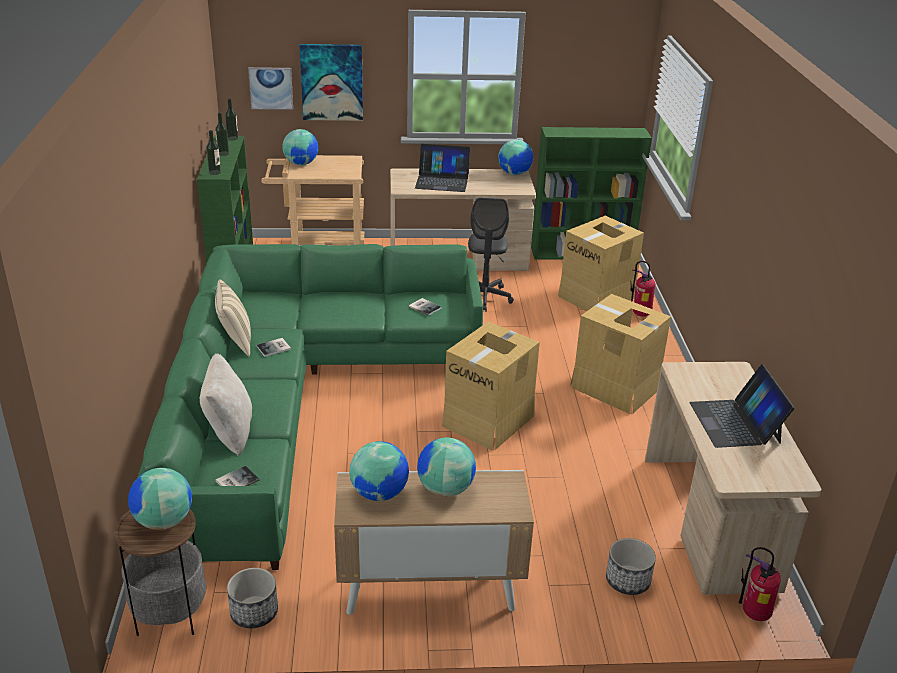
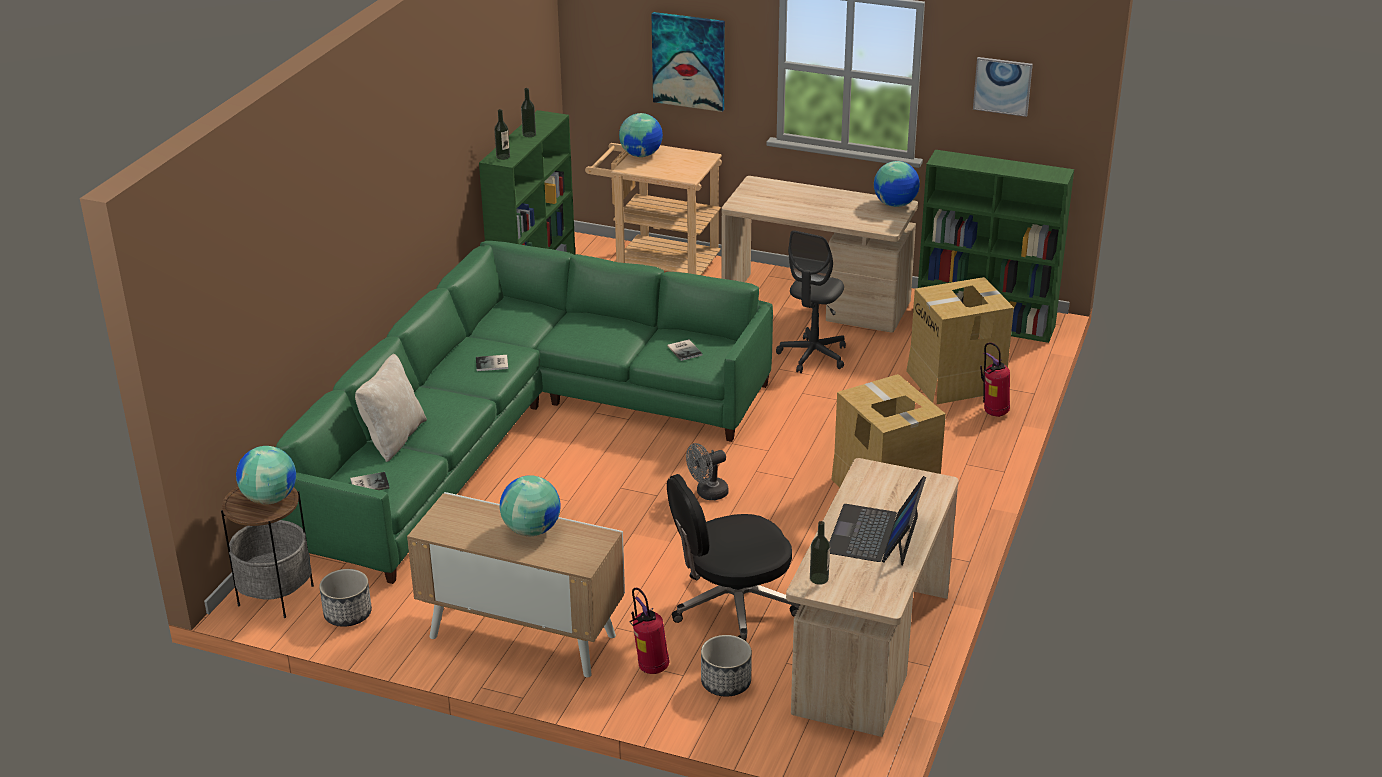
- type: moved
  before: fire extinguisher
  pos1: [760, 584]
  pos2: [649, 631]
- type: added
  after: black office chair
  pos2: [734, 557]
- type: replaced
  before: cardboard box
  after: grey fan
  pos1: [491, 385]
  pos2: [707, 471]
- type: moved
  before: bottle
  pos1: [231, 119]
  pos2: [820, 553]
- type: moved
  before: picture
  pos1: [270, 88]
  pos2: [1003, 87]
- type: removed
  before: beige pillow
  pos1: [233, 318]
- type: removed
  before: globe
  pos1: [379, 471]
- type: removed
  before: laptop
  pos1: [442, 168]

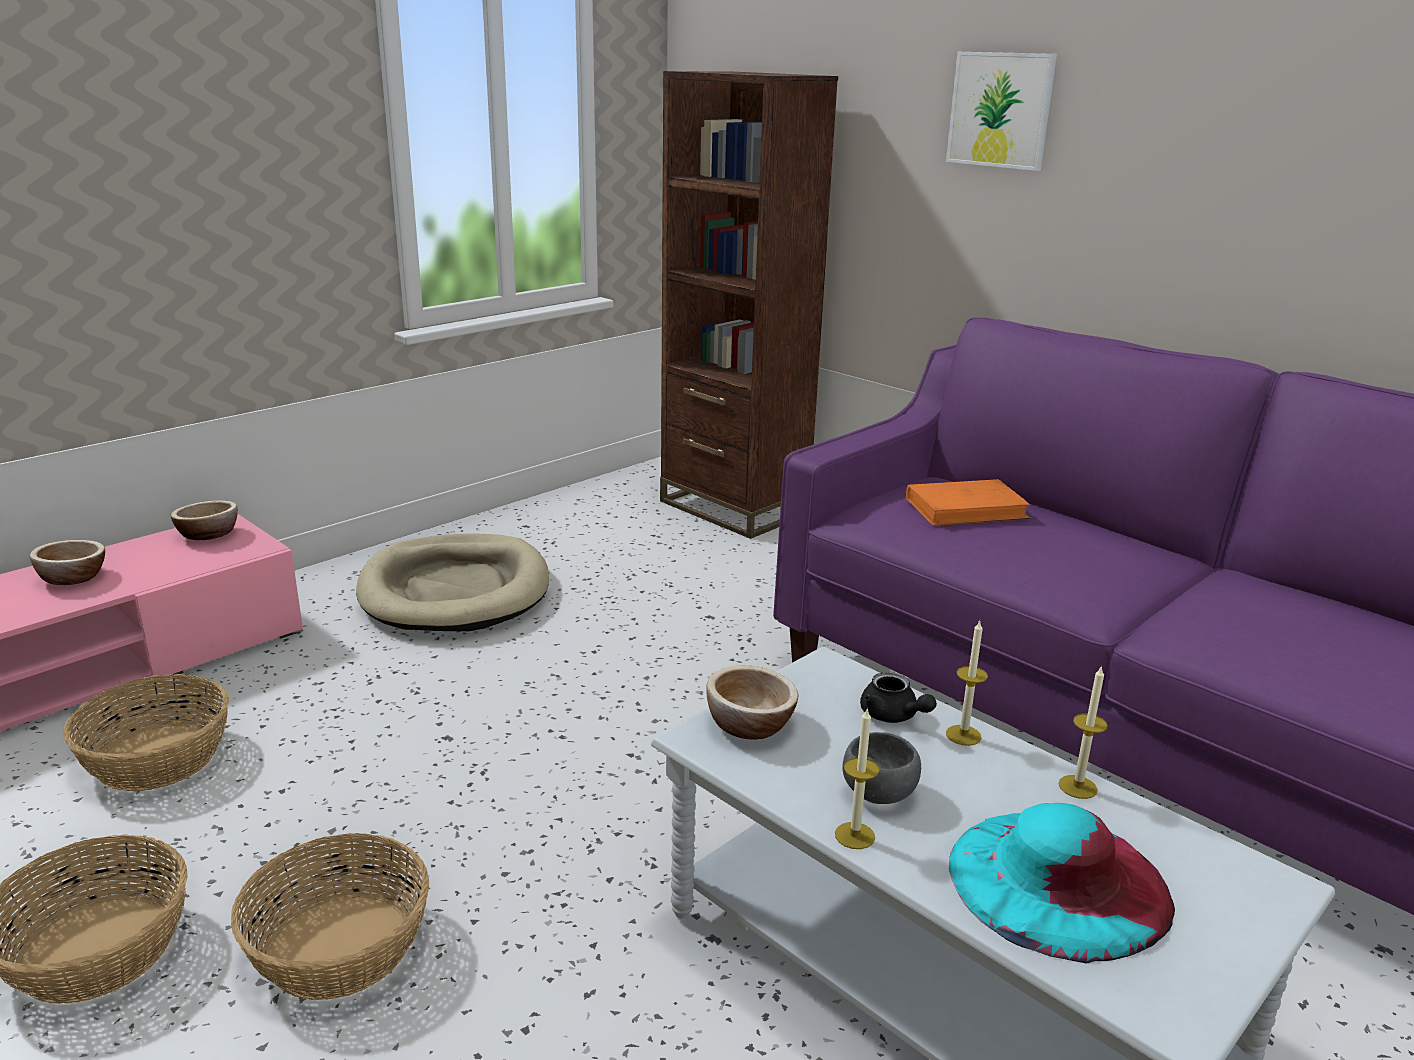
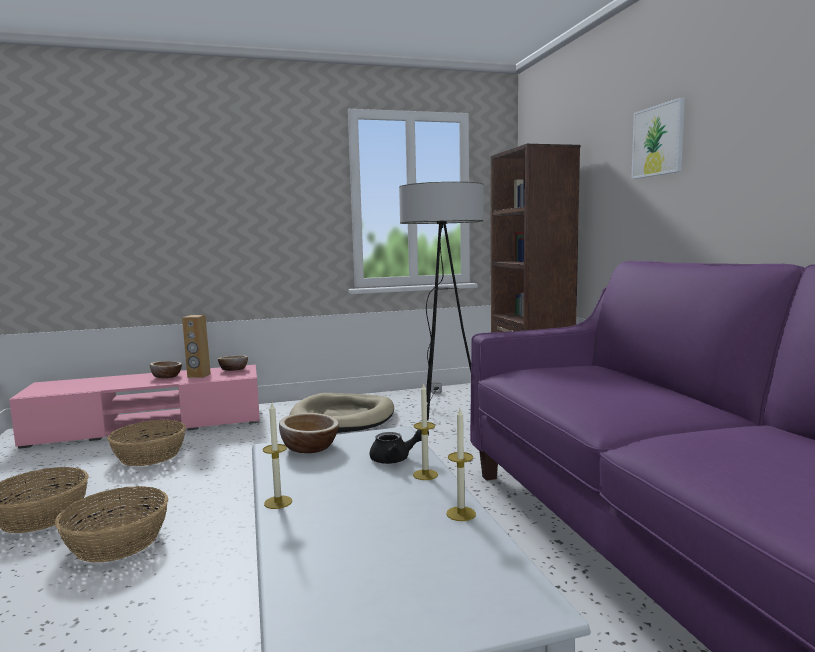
- type: added
  after: brown speaker
  pos2: [196, 346]
- type: turned
  before: black teapot
  pos1: [898, 697]
  pos2: [399, 446]
  turn: -90
- type: added
  after: floor lamp
  pos2: [441, 301]
- type: removed
  before: grey bowl
  pos1: [881, 768]
- type: removed
  before: orange book
  pos1: [968, 502]
- type: removed
  before: turquoise hat
  pos1: [1062, 883]

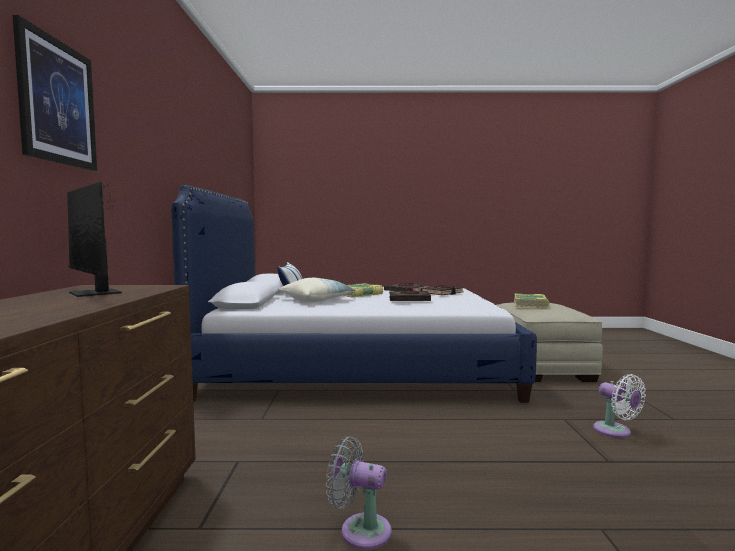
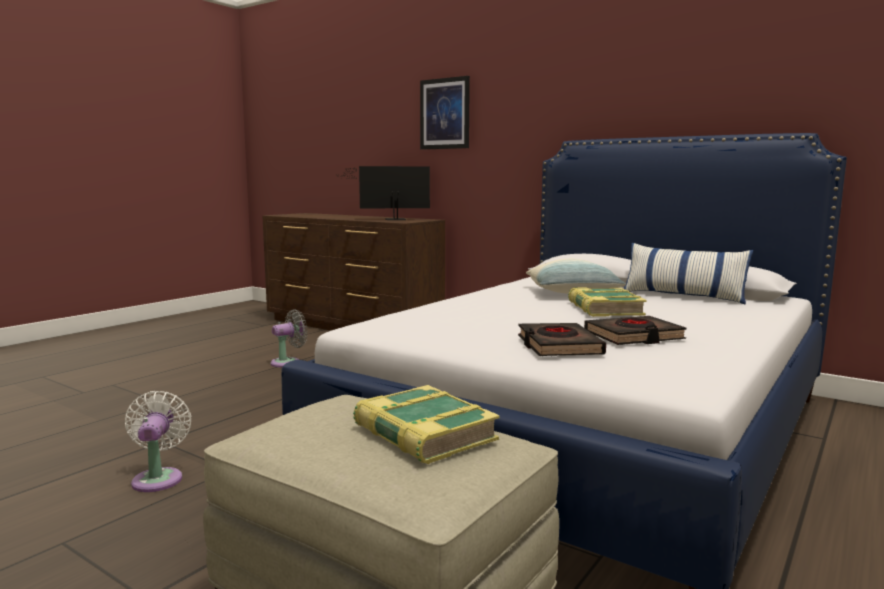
- type: turned
  before: white fan
  pos1: [619, 406]
  pos2: [158, 441]
  turn: 75
- type: removed
  before: black book
  pos1: [410, 295]

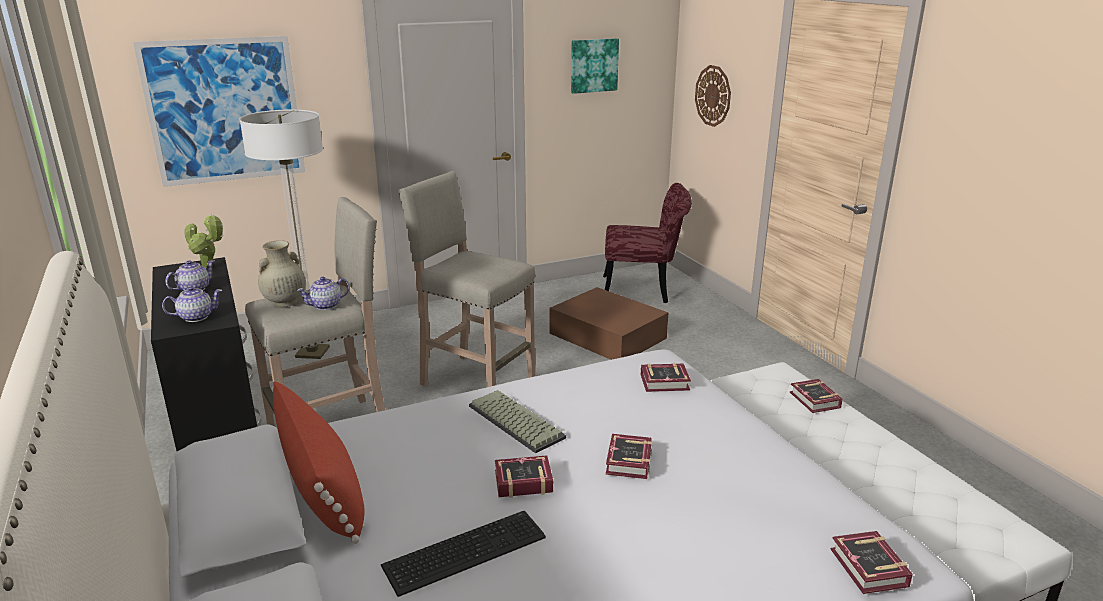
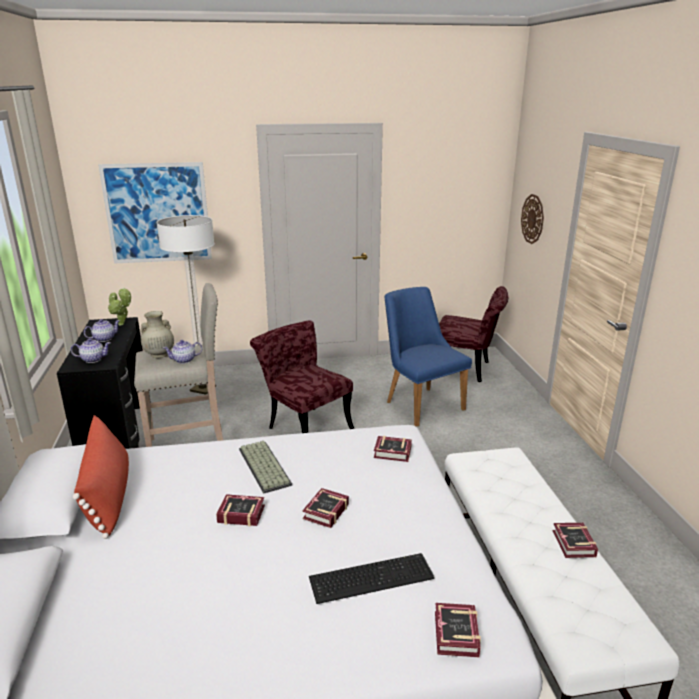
- type: replaced
  before: beige stool
  after: red chair
  pos1: [466, 279]
  pos2: [302, 377]
- type: moved
  before: keyboard
  pos1: [463, 554]
  pos2: [371, 578]
- type: replaced
  before: brown storage box
  after: blue chair
  pos1: [609, 323]
  pos2: [428, 357]
- type: moved
  before: book
  pos1: [816, 396]
  pos2: [575, 540]
- type: removed
  before: picture
  pos1: [595, 66]

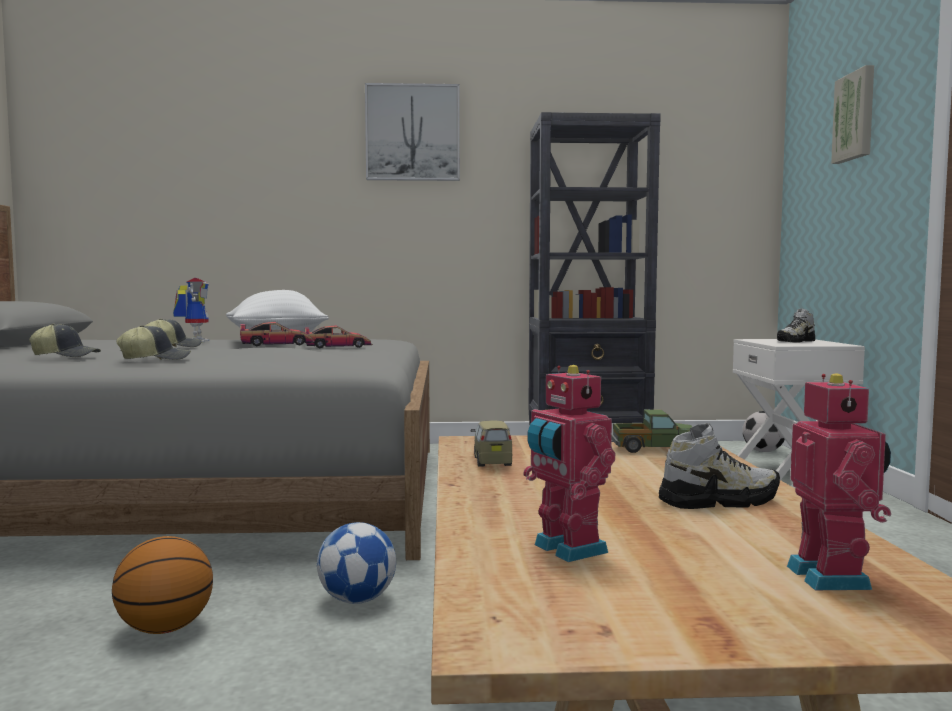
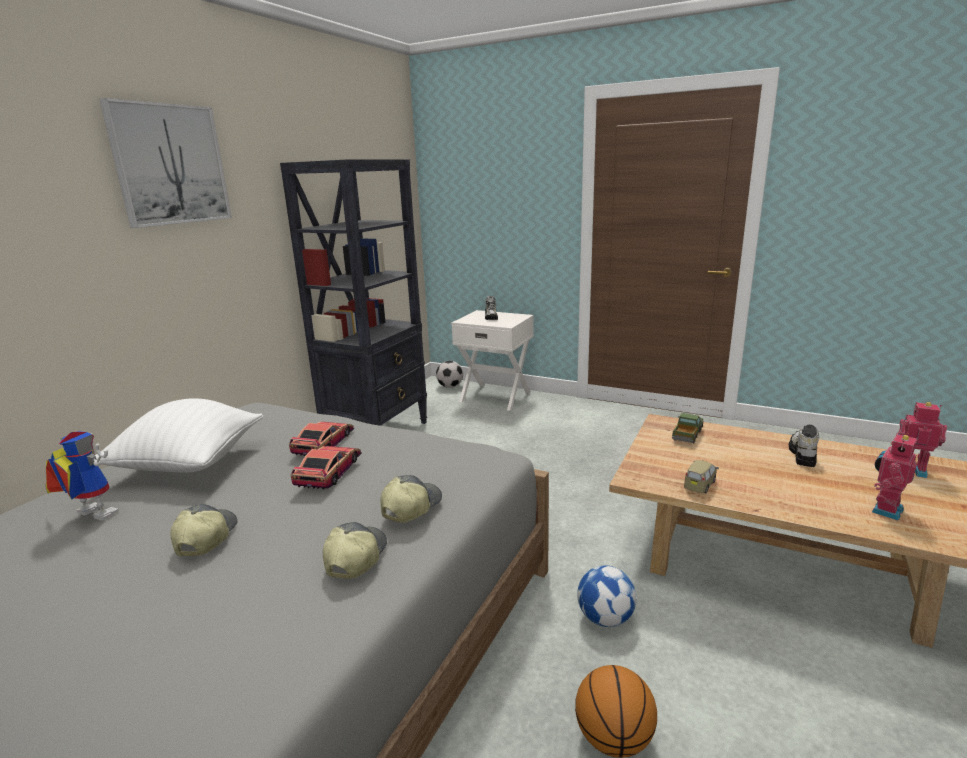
- type: moved
  before: cap
  pos1: [65, 340]
  pos2: [411, 499]
- type: turned
  before: toy car
  pos1: [491, 444]
  pos2: [701, 476]
  turn: 105
- type: turned
  before: toy robot
  pos1: [569, 463]
  pos2: [894, 477]
  turn: 135
- type: removed
  before: picture
  pos1: [852, 114]

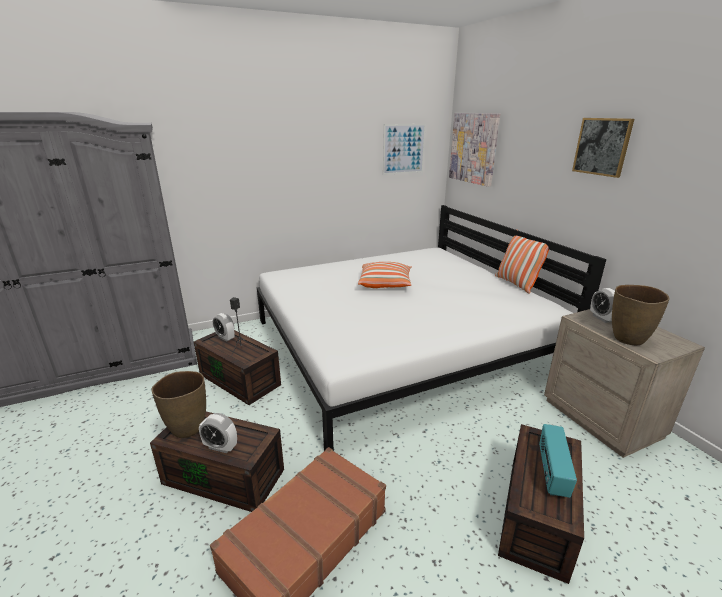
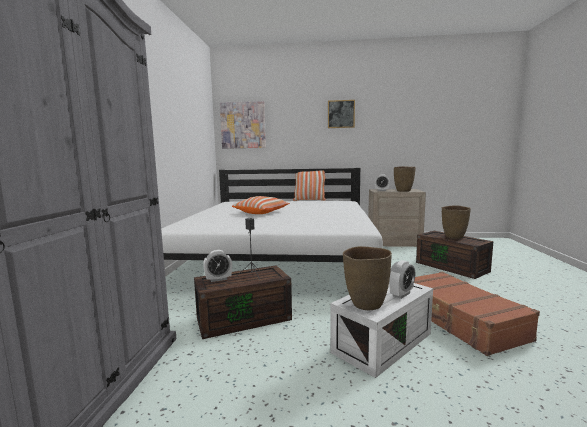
- type: recoloured
  before: brown storage box
  after: white storage box
  pos1: [217, 462]
  pos2: [381, 330]
- type: replaced
  before: radio
  after: brown vase
  pos1: [558, 461]
  pos2: [456, 222]
- type: removed
  before: picture
  pos1: [404, 149]

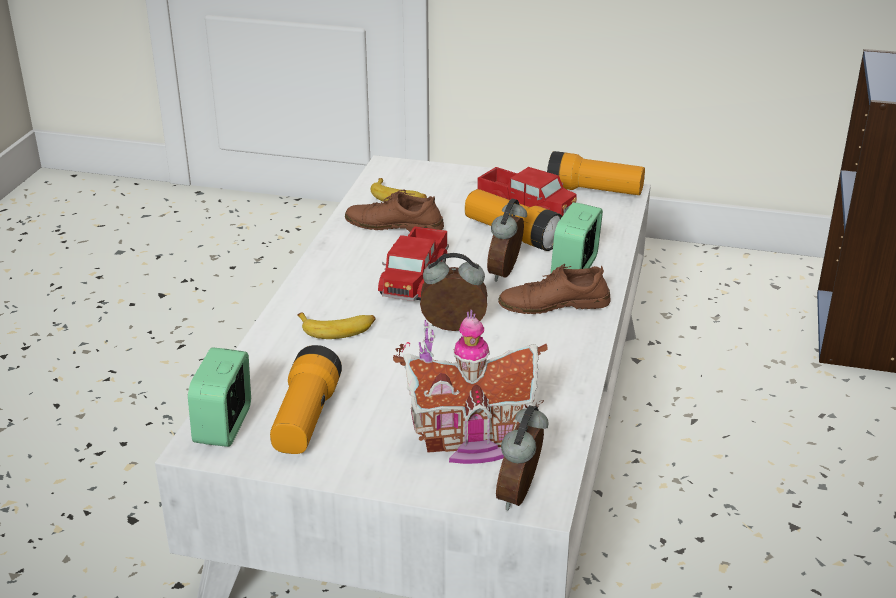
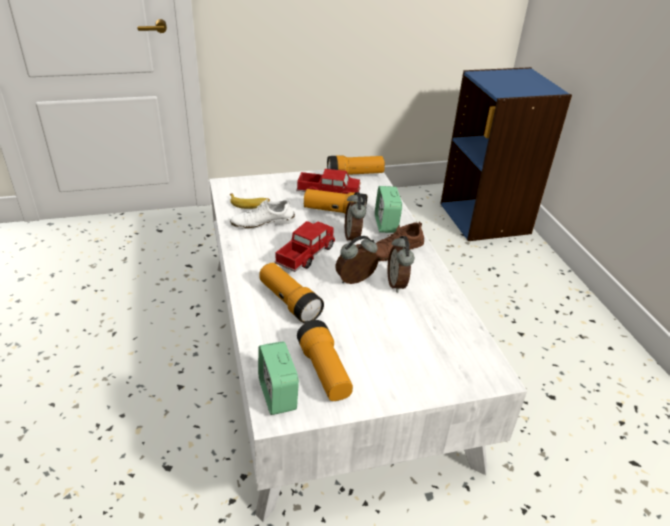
- type: recoloured
  before: brown shoe
  after: white shoe
  pos1: [394, 210]
  pos2: [262, 214]
- type: replaced
  before: banana
  after: flashlight
  pos1: [336, 326]
  pos2: [291, 293]
- type: turned
  before: toy truck
  pos1: [413, 263]
  pos2: [304, 246]
  turn: -135
- type: moved
  before: alarm clock
  pos1: [522, 457]
  pos2: [400, 264]
- type: removed
  before: toy house
  pos1: [470, 387]

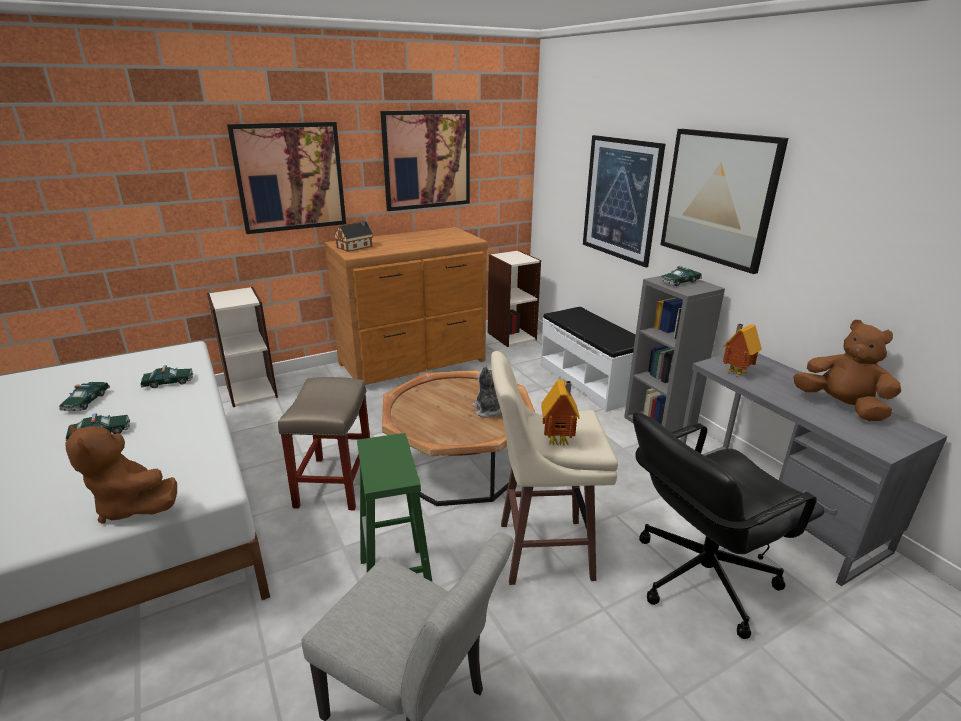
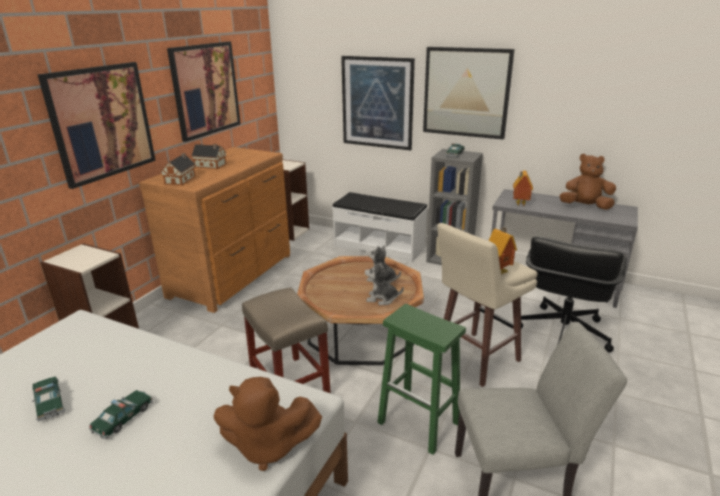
- type: added
  after: toy house
  pos2: [209, 156]
- type: added
  after: plush toy
  pos2: [384, 283]
- type: removed
  before: toy car
  pos1: [166, 376]

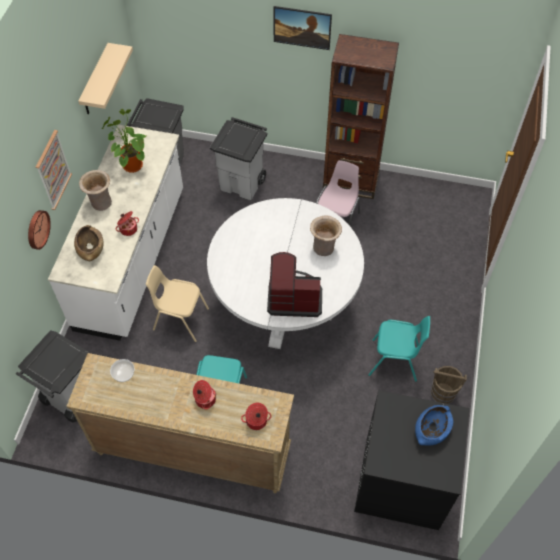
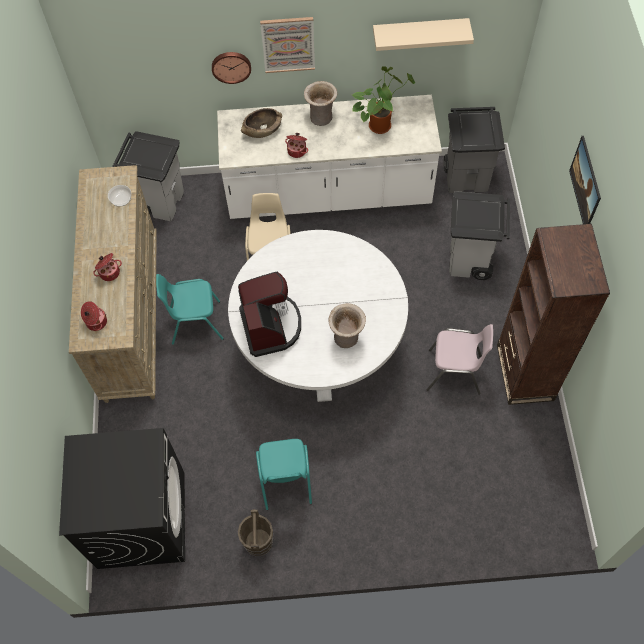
- type: removed
  before: blue bowl
  pos1: [434, 425]

